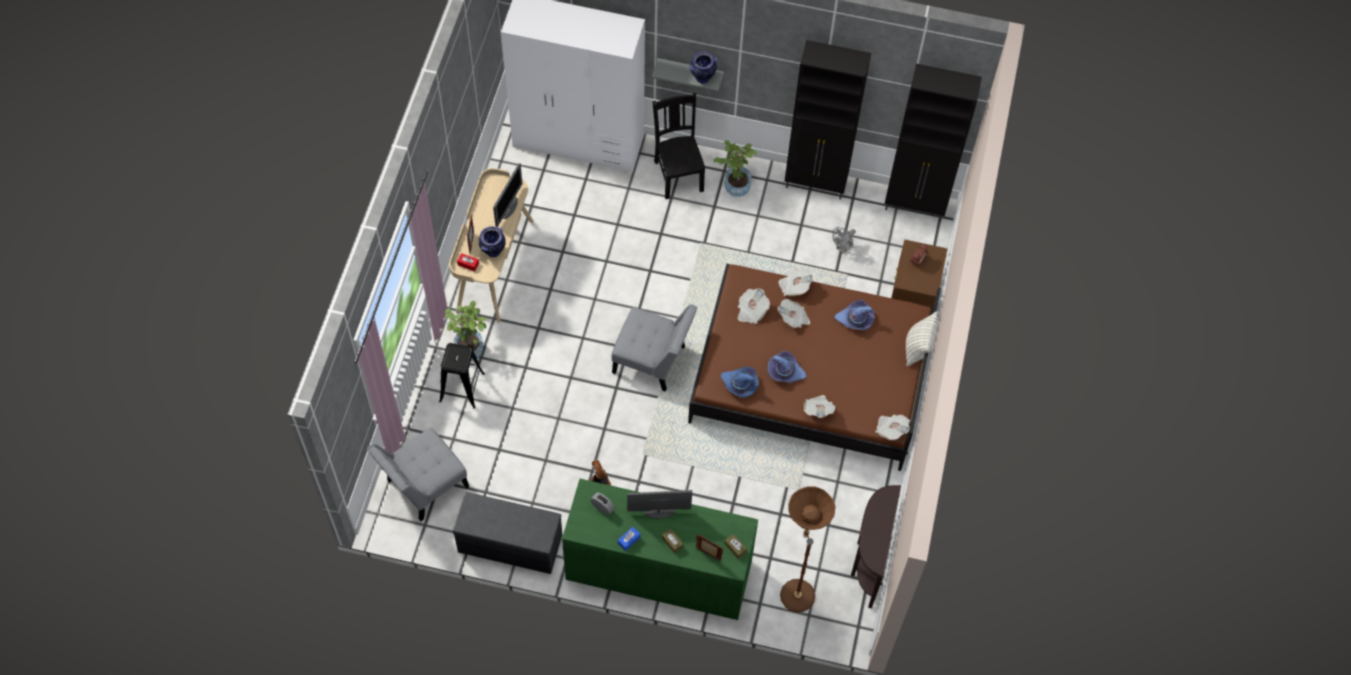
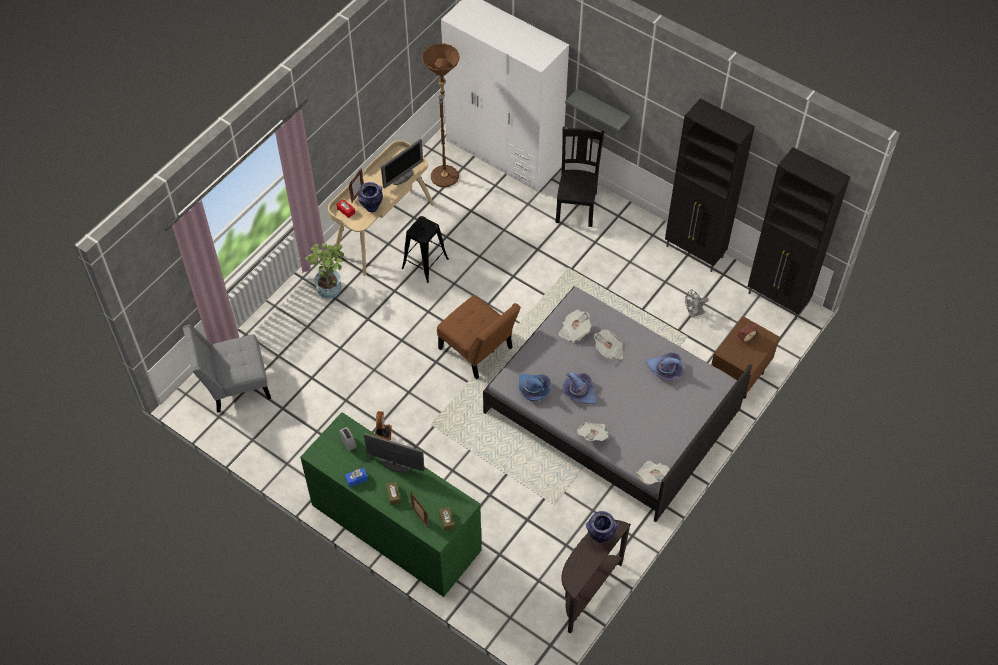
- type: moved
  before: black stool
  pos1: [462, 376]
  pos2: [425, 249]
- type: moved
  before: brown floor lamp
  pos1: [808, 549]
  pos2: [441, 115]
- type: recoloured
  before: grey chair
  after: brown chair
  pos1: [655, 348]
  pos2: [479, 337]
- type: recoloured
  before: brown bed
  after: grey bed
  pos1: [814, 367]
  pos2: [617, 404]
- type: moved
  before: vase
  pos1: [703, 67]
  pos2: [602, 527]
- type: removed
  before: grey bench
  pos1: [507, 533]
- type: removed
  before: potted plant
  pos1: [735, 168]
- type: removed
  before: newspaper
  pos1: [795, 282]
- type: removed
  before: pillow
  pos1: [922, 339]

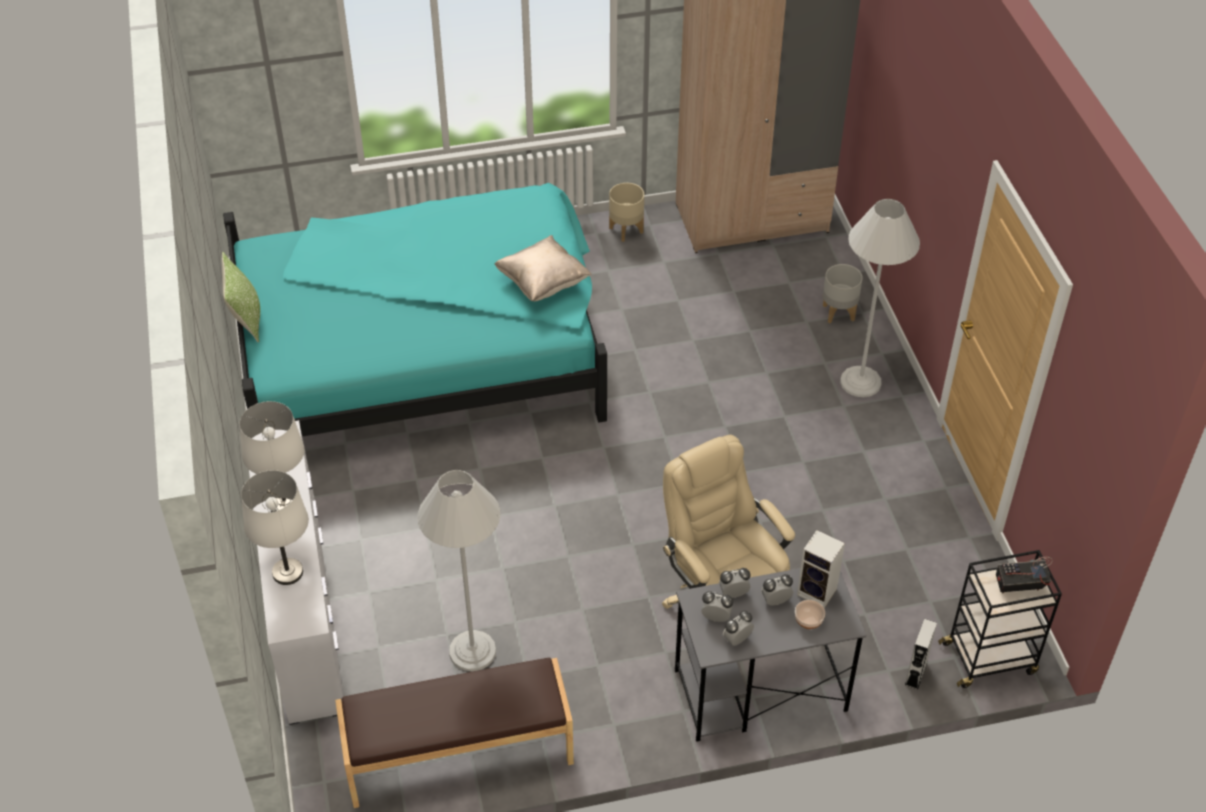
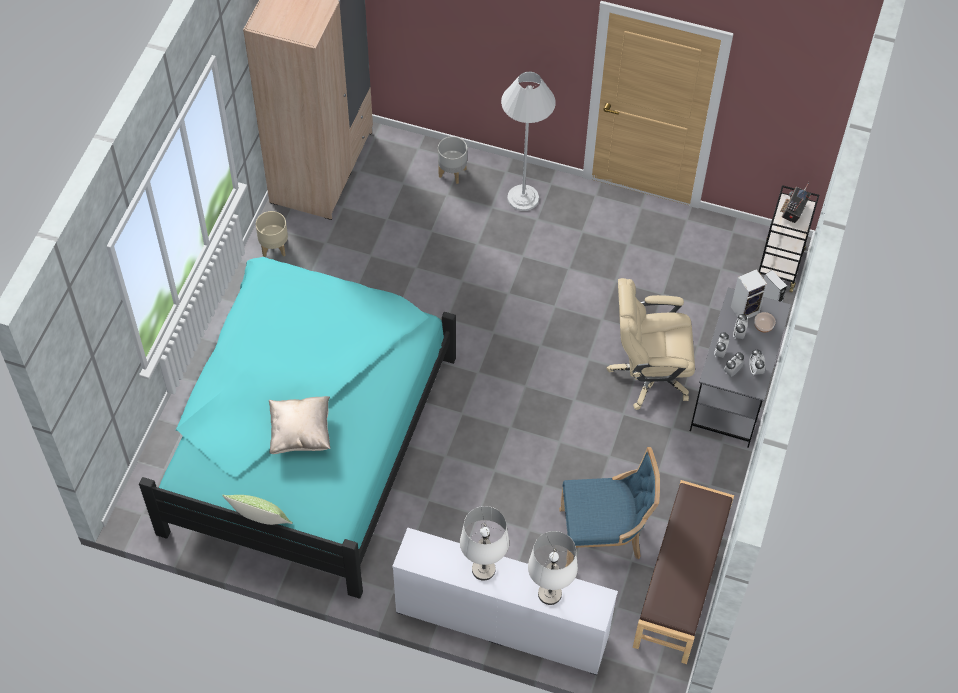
- type: moved
  before: beige pillow
  pos1: [543, 268]
  pos2: [299, 425]
- type: replaced
  before: white floor lamp
  after: blue chair
  pos1: [459, 570]
  pos2: [609, 507]

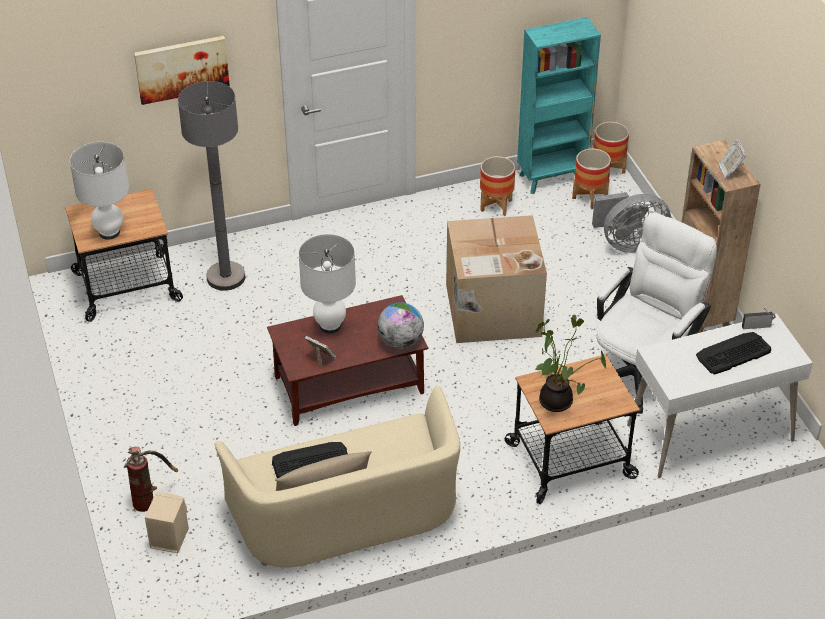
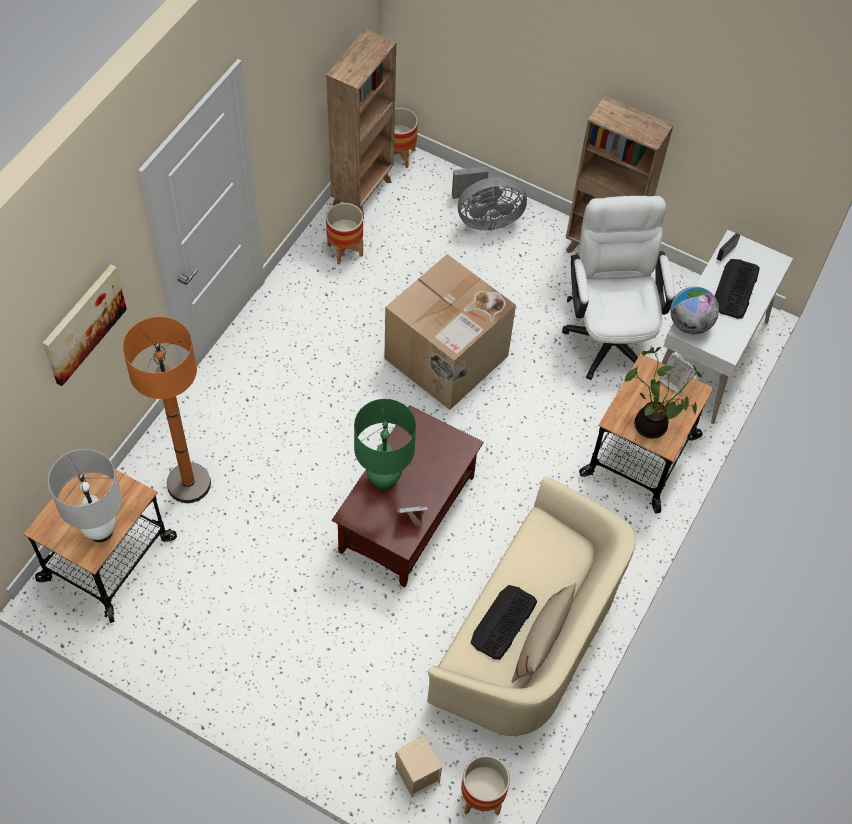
- type: recoloured
  before: grey floor lamp
  after: orange floor lamp
  pos1: [211, 186]
  pos2: [167, 410]
- type: recoloured
  before: turquoise bookcase
  after: brown bookcase
  pos1: [559, 105]
  pos2: [361, 124]
- type: recoloured
  before: white table lamp
  after: green table lamp
  pos1: [327, 283]
  pos2: [385, 444]
- type: turned
  before: grey fan
  pos1: [631, 222]
  pos2: [489, 198]
  turn: 45
- type: moved
  before: planter
  pos1: [591, 178]
  pos2: [485, 785]
- type: moved
  before: picture frame
  pos1: [732, 159]
  pos2: [677, 373]
- type: moved
  before: globe
  pos1: [400, 325]
  pos2: [694, 310]
- type: removed
  before: fire extinguisher
  pos1: [151, 479]

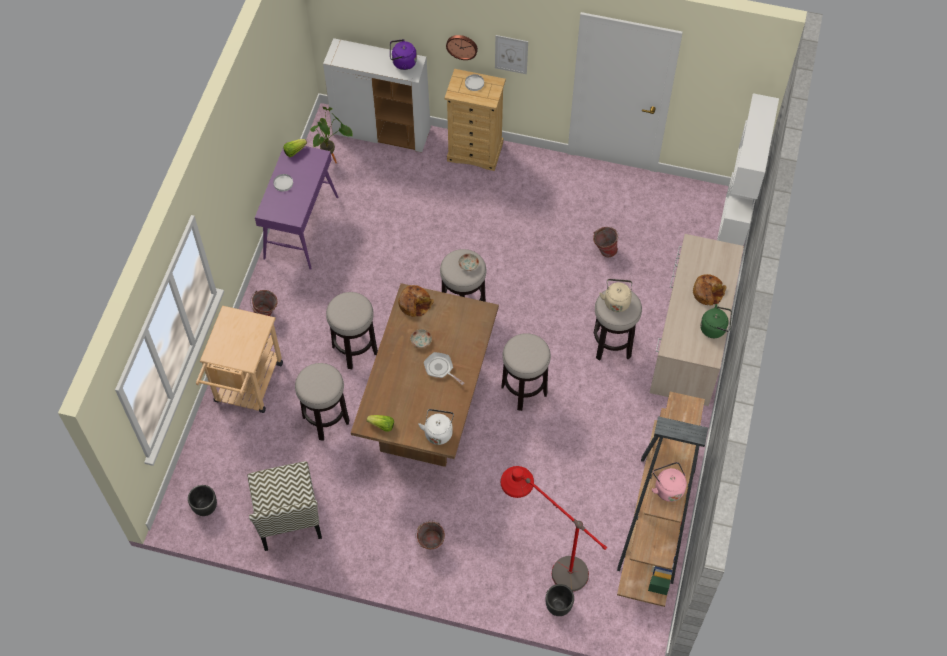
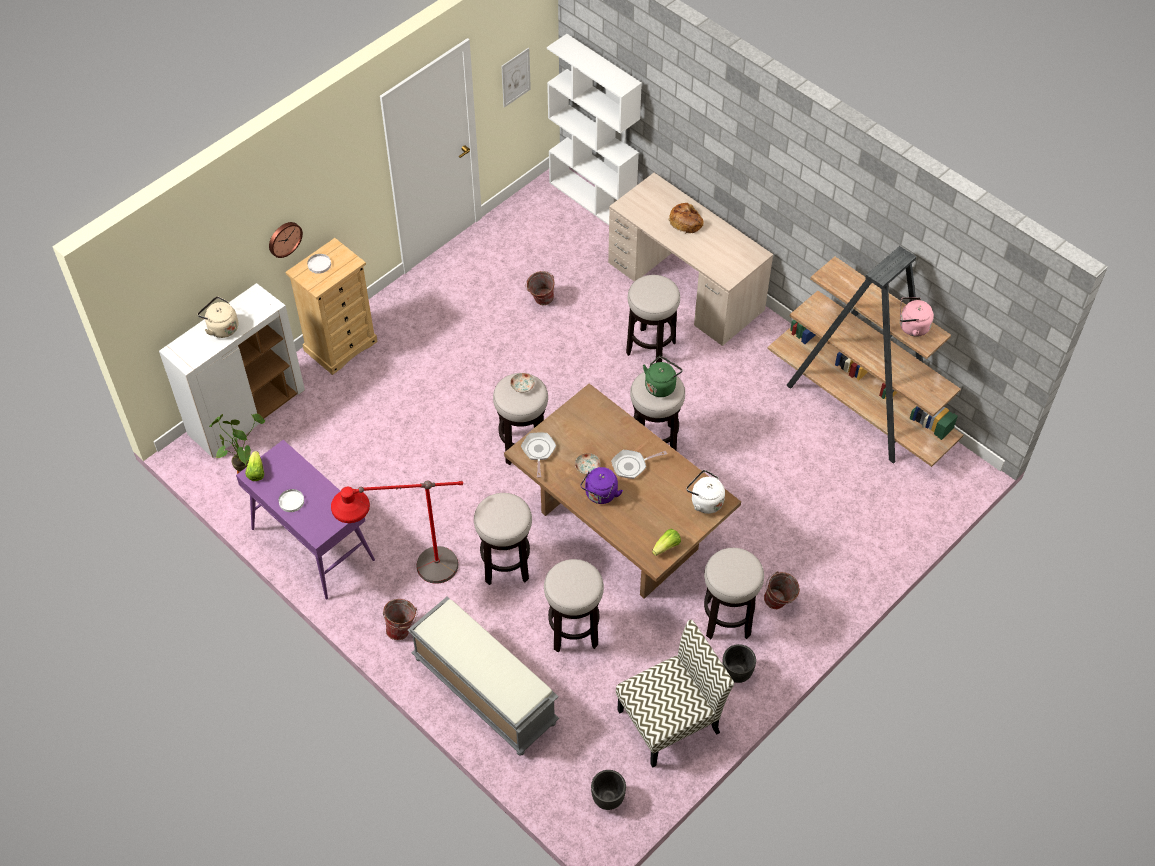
- type: moved
  before: beige kettle
  pos1: [615, 295]
  pos2: [217, 317]
- type: moved
  before: red floor lamp
  pos1: [554, 529]
  pos2: [397, 532]
- type: replaced
  before: beige cart
  after: grey bench
  pos1: [239, 359]
  pos2: [483, 676]
- type: moved
  before: picture
  pos1: [511, 54]
  pos2: [516, 78]
- type: replaced
  before: bread
  after: frying pan
  pos1: [416, 301]
  pos2: [538, 455]
- type: moved
  before: purple kettle
  pos1: [403, 54]
  pos2: [601, 485]
- type: turned
  before: chair
  pos1: [284, 506]
  pos2: [675, 693]
  turn: -45
- type: moved
  before: green kettle
  pos1: [716, 321]
  pos2: [662, 376]
- type: added
  after: stool
  pos2: [734, 593]
- type: moved
  before: black planter
  pos1: [560, 600]
  pos2: [739, 663]

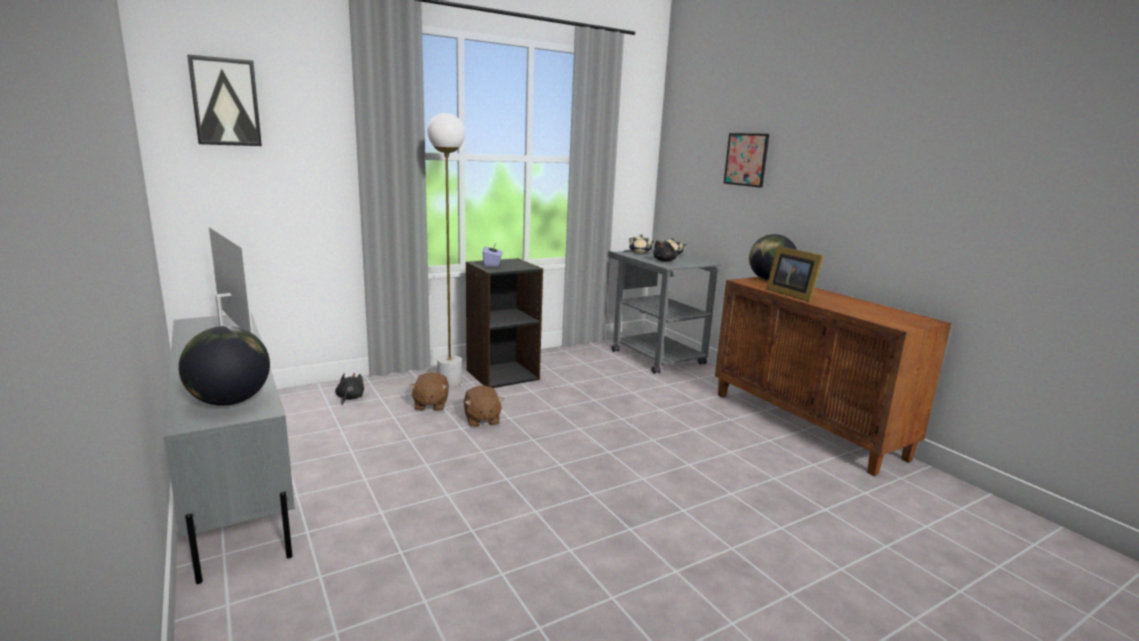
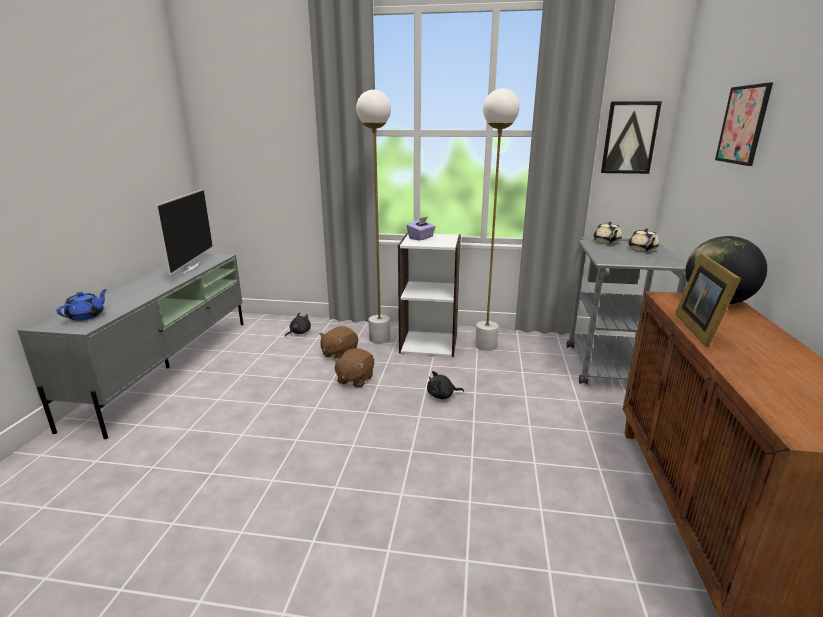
- type: replaced
  before: globe
  after: blue teapot
  pos1: [224, 366]
  pos2: [82, 305]
- type: recoloured
  before: black bookcase
  after: white bookcase
  pos1: [504, 323]
  pos2: [429, 295]
- type: moved
  before: black plush toy
  pos1: [665, 250]
  pos2: [445, 385]
- type: added
  after: white floor lamp
  pos2: [497, 219]
- type: moved
  before: picture
  pos1: [224, 100]
  pos2: [631, 137]

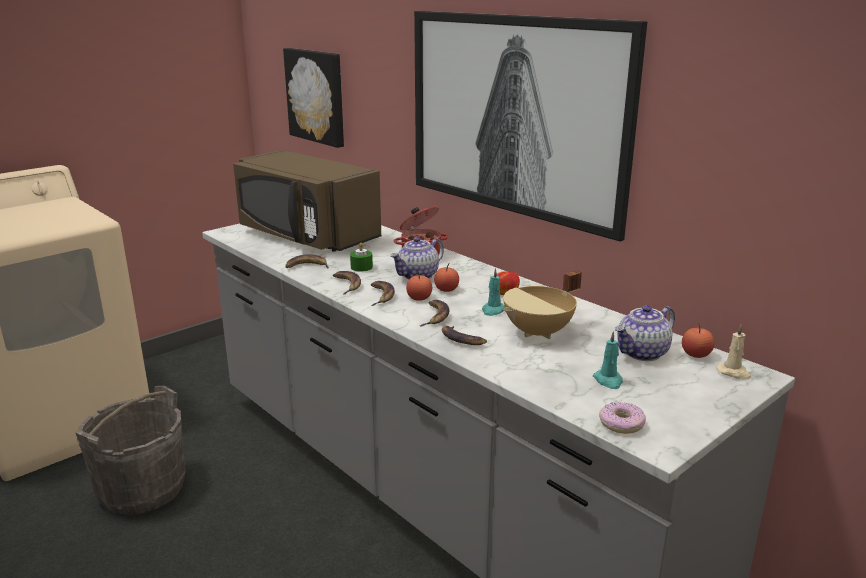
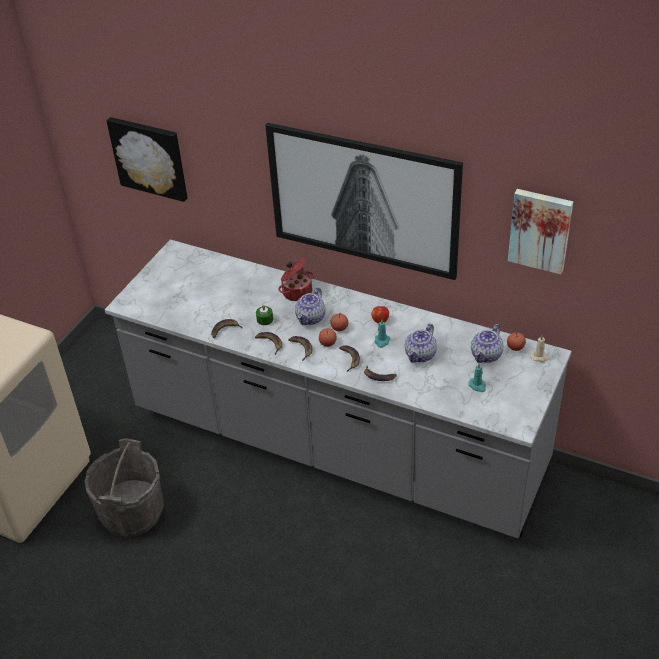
- type: replaced
  before: beige cooking pot
  after: teapot
  pos1: [542, 304]
  pos2: [421, 343]
- type: added
  after: picture
  pos2: [540, 231]
- type: removed
  before: brown microwave
  pos1: [307, 201]
- type: removed
  before: donut
  pos1: [622, 418]

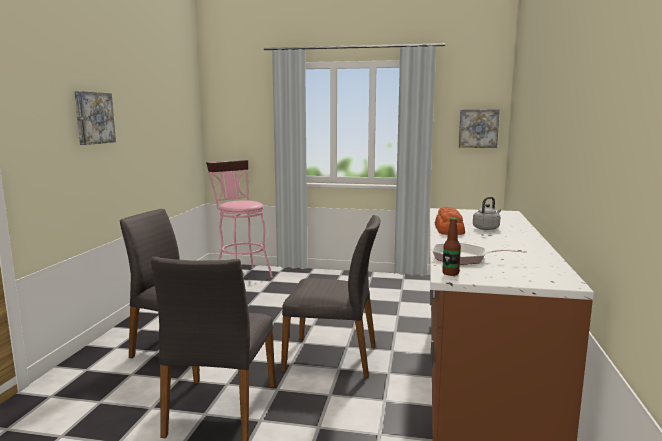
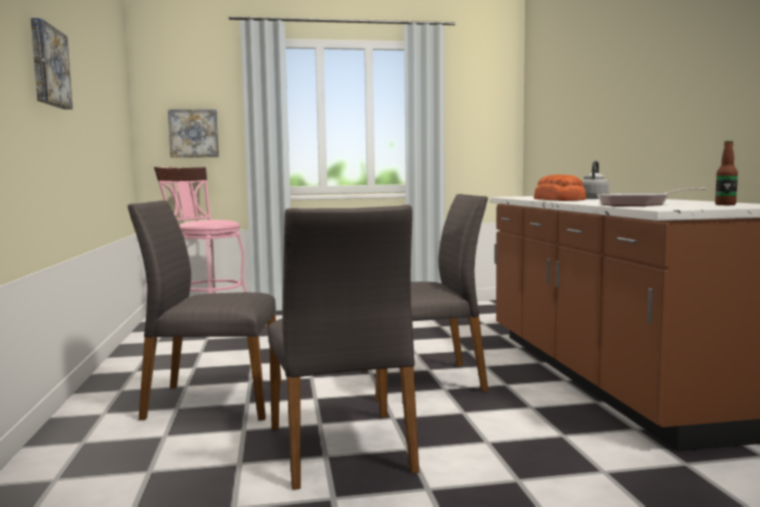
- type: moved
  before: picture
  pos1: [479, 129]
  pos2: [193, 133]
- type: moved
  before: bottle
  pos1: [451, 246]
  pos2: [726, 172]

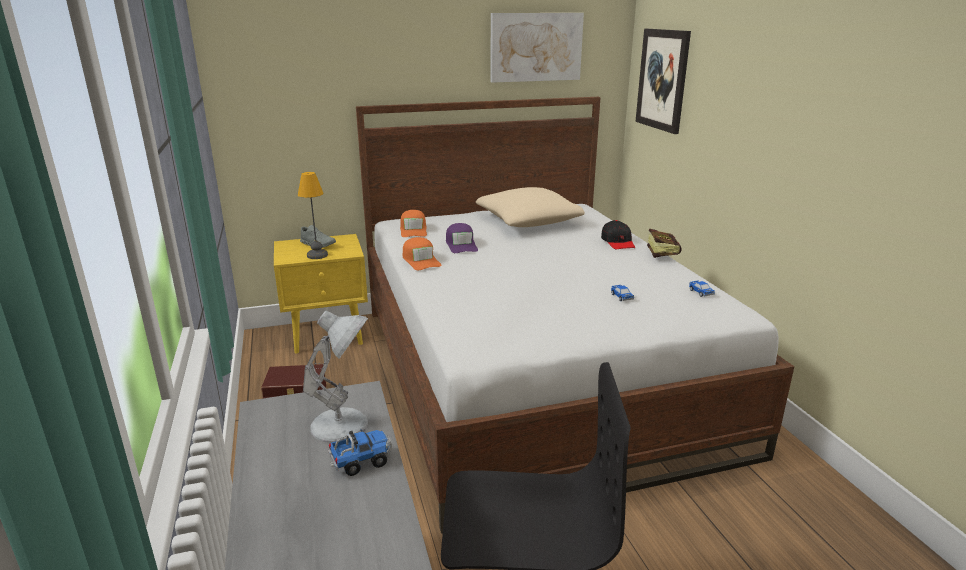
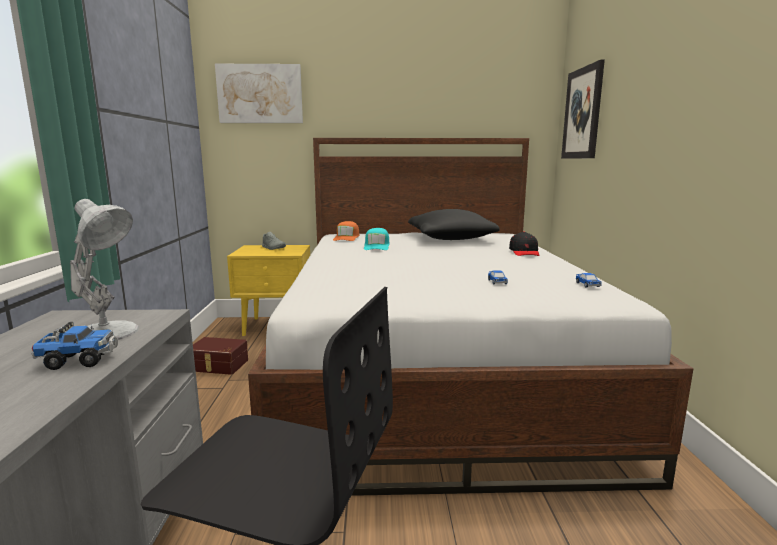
- type: moved
  before: picture
  pos1: [537, 48]
  pos2: [259, 93]
- type: recoloured
  before: purple cap
  after: turquoise cap
  pos1: [462, 238]
  pos2: [377, 239]
- type: recoloured
  before: beige pillow
  after: black pillow
  pos1: [530, 207]
  pos2: [454, 224]
- type: removed
  before: table lamp
  pos1: [313, 215]
- type: removed
  before: orange cap
  pos1: [422, 253]
- type: removed
  before: book
  pos1: [664, 243]

